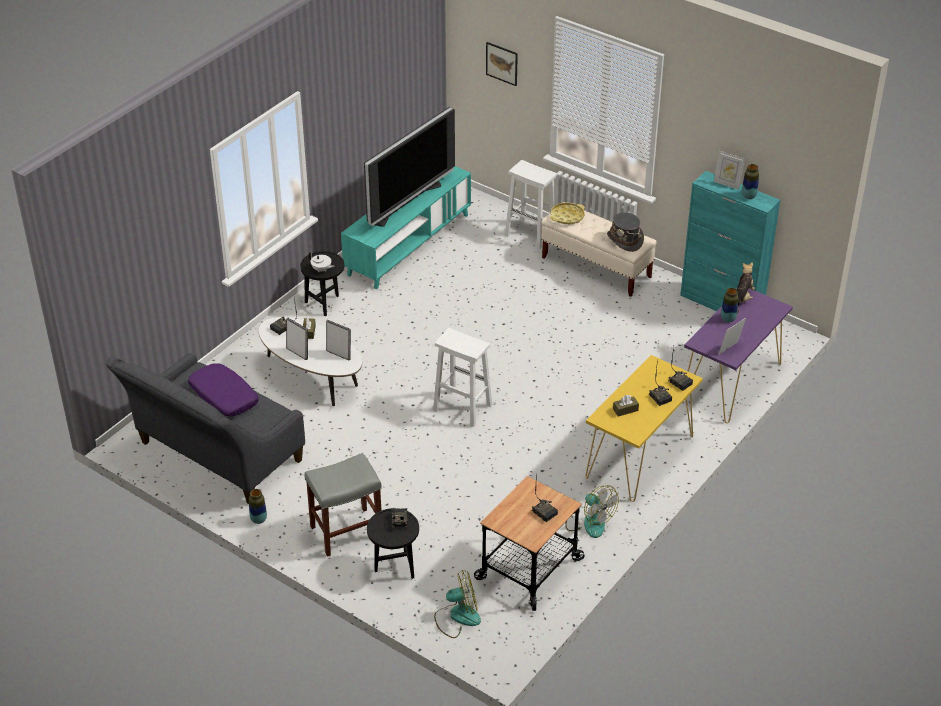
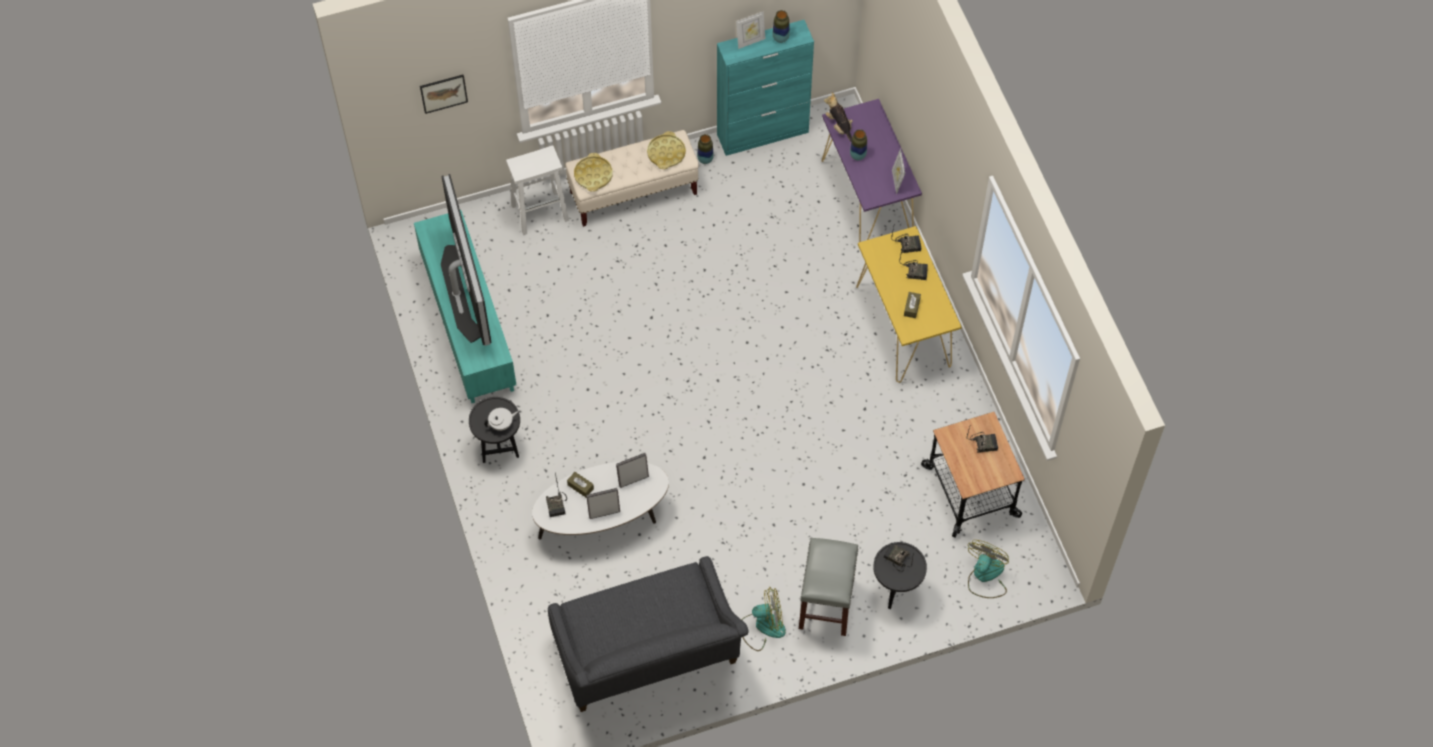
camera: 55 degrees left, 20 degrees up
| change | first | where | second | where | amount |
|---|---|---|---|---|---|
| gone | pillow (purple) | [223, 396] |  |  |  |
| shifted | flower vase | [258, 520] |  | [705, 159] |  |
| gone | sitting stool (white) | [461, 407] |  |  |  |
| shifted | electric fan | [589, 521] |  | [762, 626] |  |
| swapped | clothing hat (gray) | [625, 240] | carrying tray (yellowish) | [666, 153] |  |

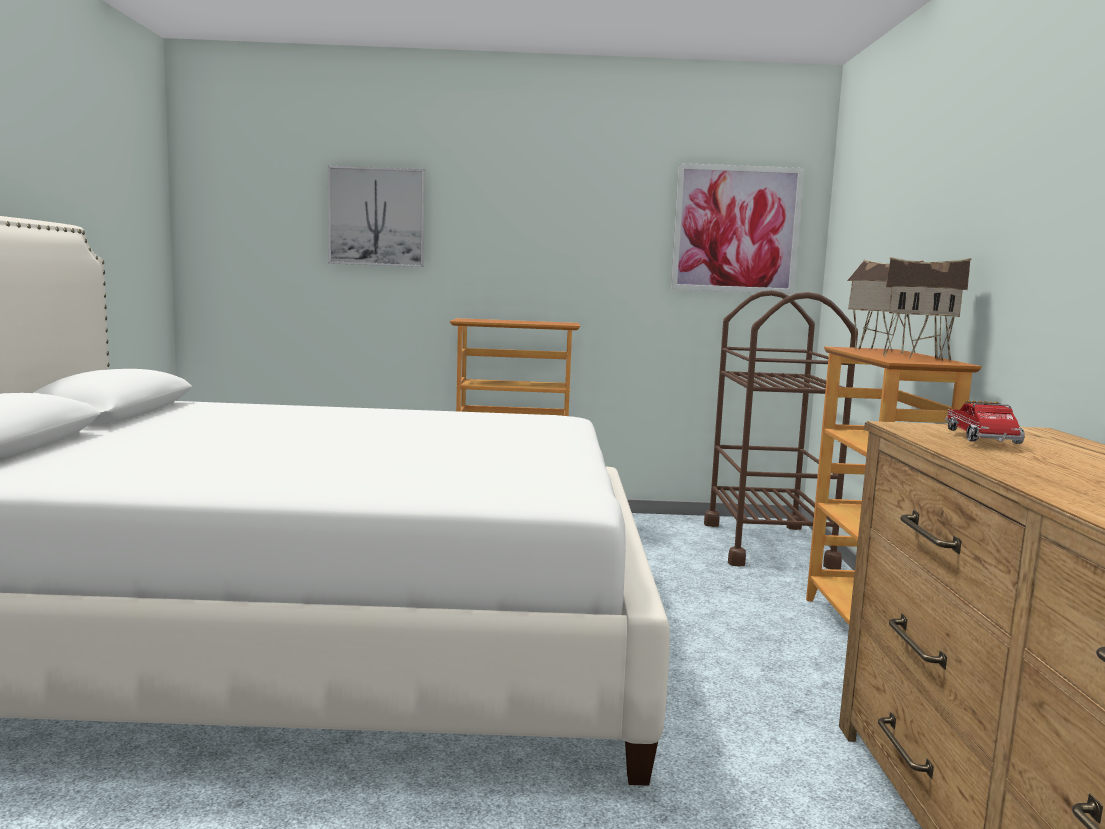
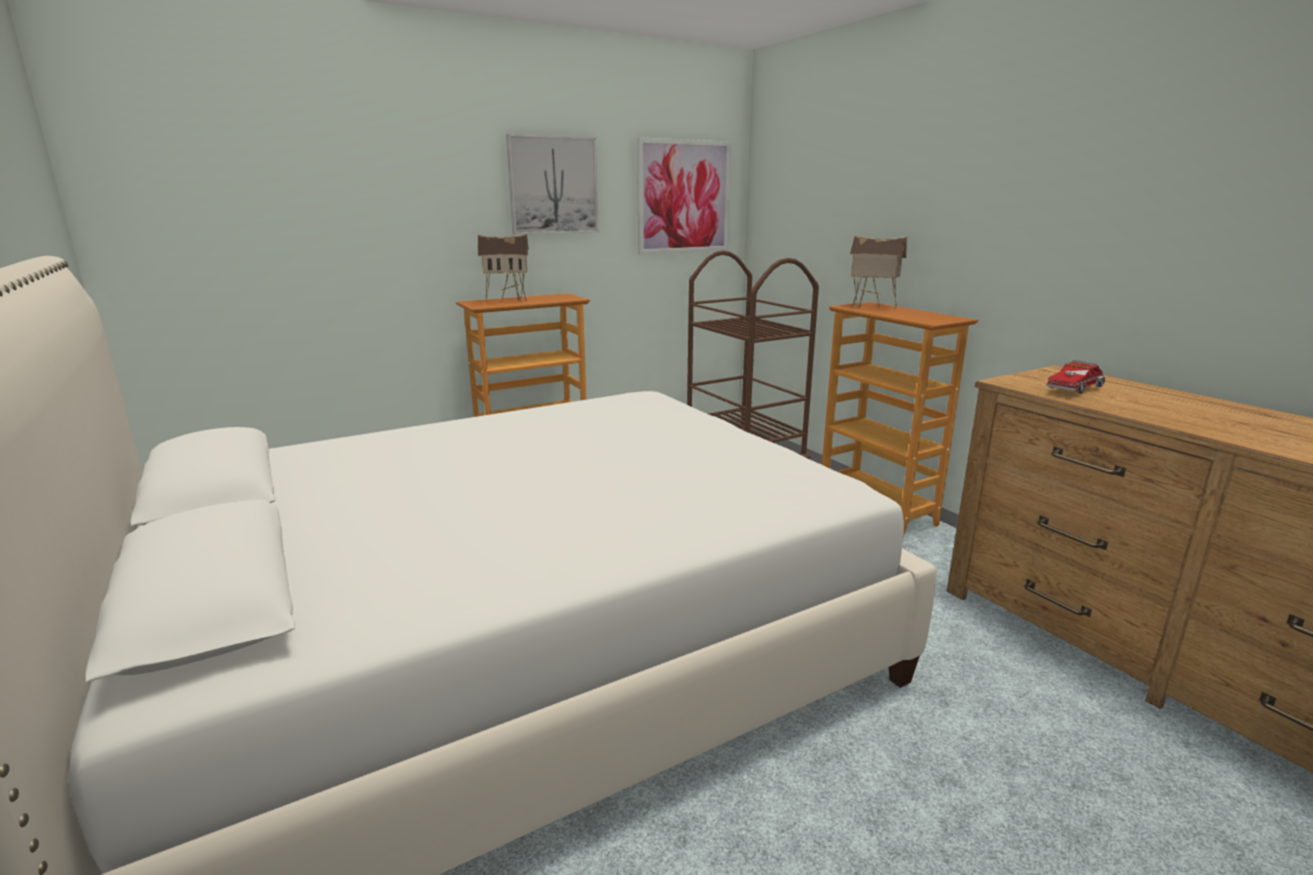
camera: 30 degrees left, 10 degrees up
| change | first | where | second | where | amount |
|---|---|---|---|---|---|
| shifted | wall picture | [377, 217] |  | [553, 185] |  |
| shifted | toy house | [918, 357] |  | [507, 300] |  |
| rotated | toy lorry | [982, 441] |  | [1074, 389] | 105 degrees counterclockwise |

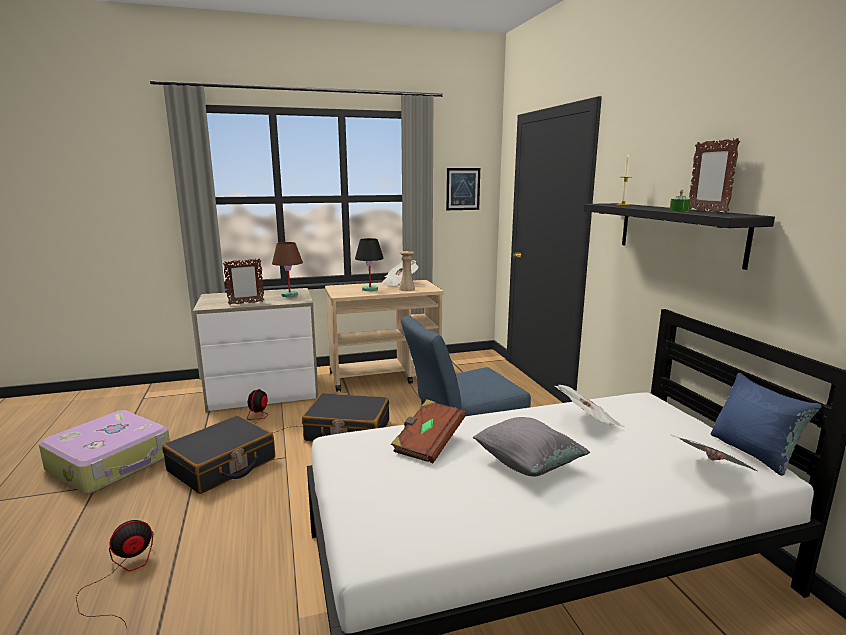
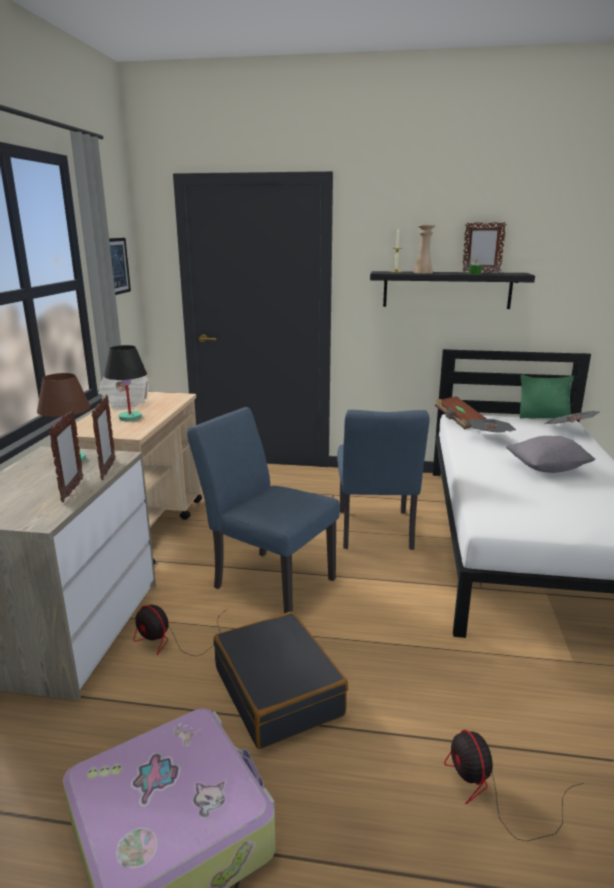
camera: 65 degrees left, 5 degrees up
| change | first | where | second | where | amount |
|---|---|---|---|---|---|
| swapped | travel case (blackish) | [347, 431] | chair (blue-coloured) | [267, 580] |  |
| shifted | book (brown-coloured) | [428, 444] |  | [458, 421] |  |
| shifted | flower vase (beige-coloured) | [407, 289] |  | [423, 272] |  |
| repainted | pillow (blue-coloured) | [753, 453] | pillow (green) | [543, 417] |  |
| new |  |  | picture frame | [108, 470] |  |

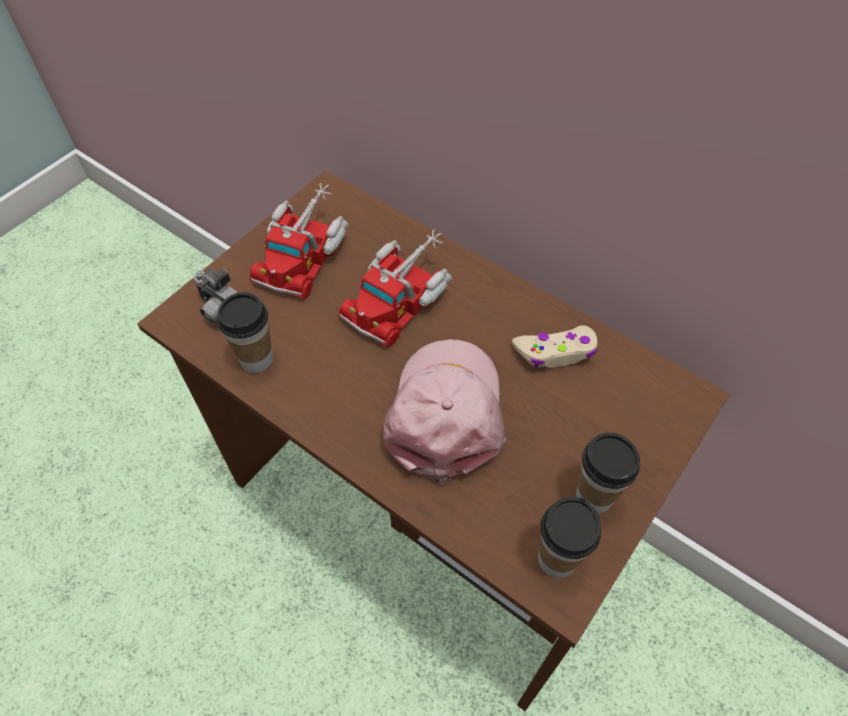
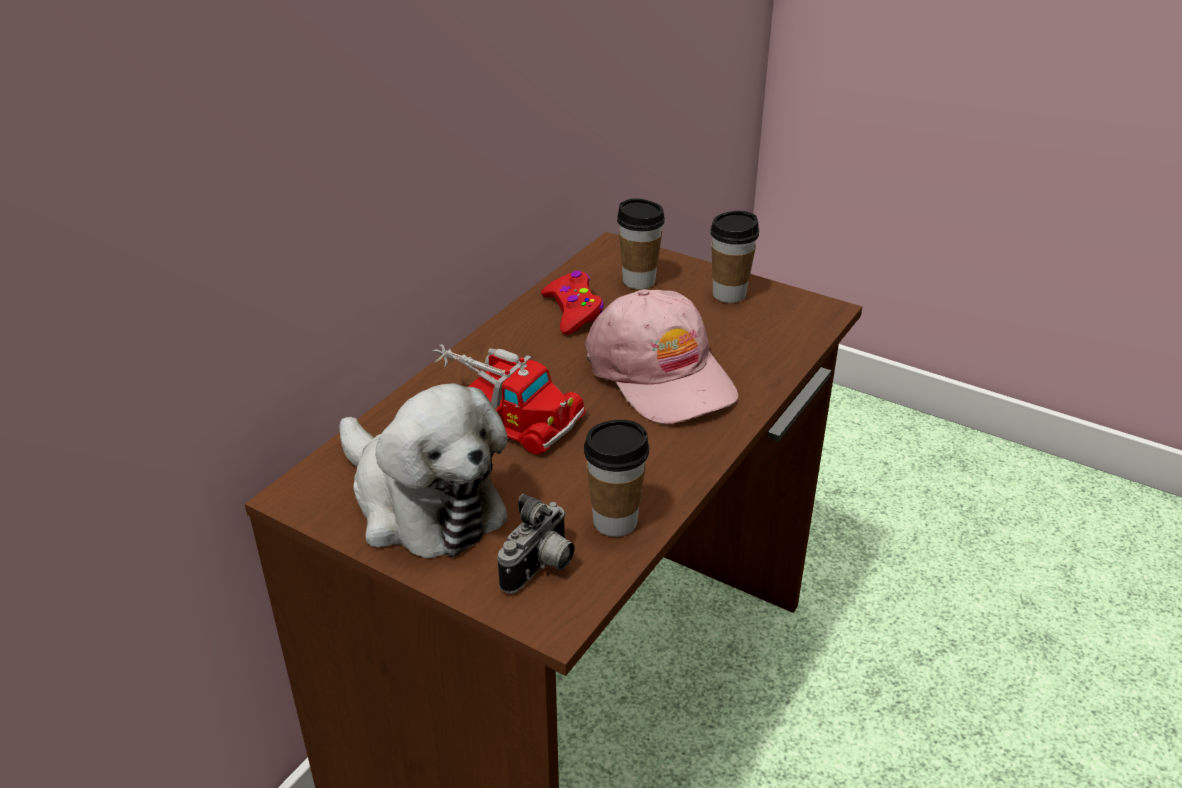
camera: 95 degrees left, 20 degrees down
| change | first | where | second | where | amount |
|---|---|---|---|---|---|
| swapped | toy lorry | [303, 252] | cuddly toy | [422, 503] |  |
| rotated | baseball cap (pink) | [446, 412] |  | [661, 374] | 120 degrees counterclockwise |
| repainted | gamepad (beige-coloured) | [556, 352] | gamepad (red-coloured) | [573, 311] |  |
| shifted | cup | [557, 559] |  | [639, 281] |  |

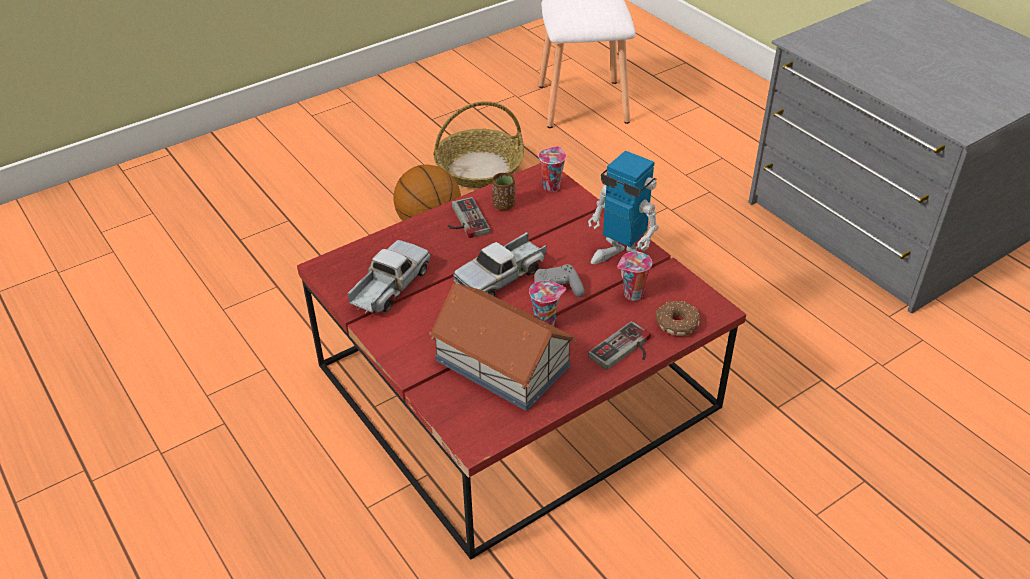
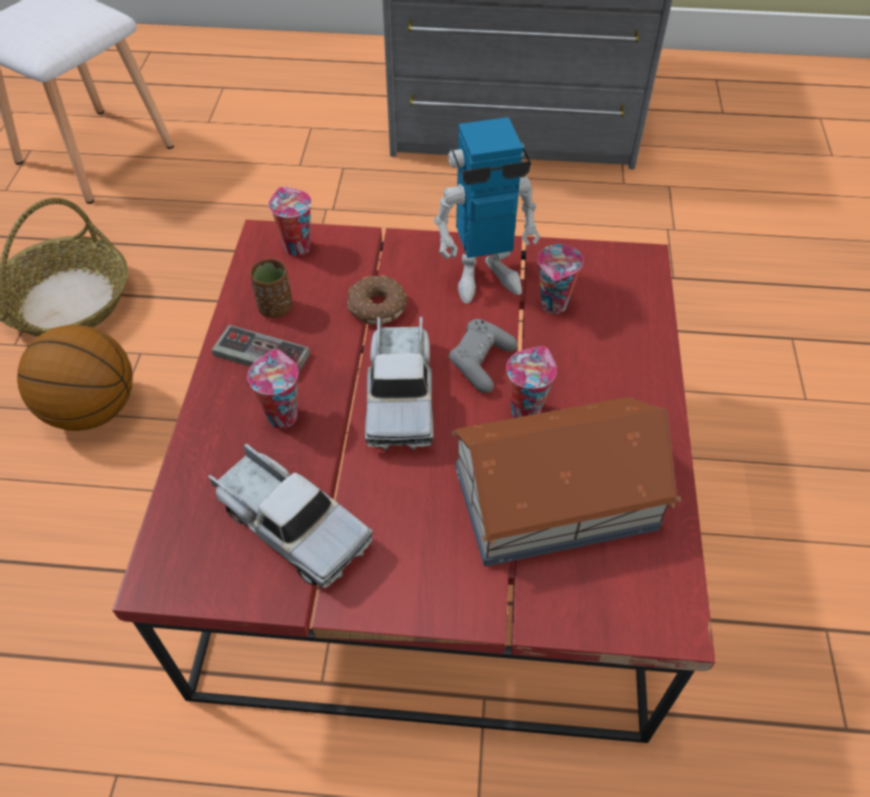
camera: 50 degrees left, 10 degrees up
| change | first | where | second | where | amount |
|---|---|---|---|---|---|
| rotated | toy lorry | [389, 287] |  | [290, 524] | 150 degrees clockwise |
| gone | gamepad | [625, 351] |  |  |  |
| shifted | ring doughnut | [676, 323] |  | [376, 307] |  |
| new |  |  | cup | [281, 415] |  |

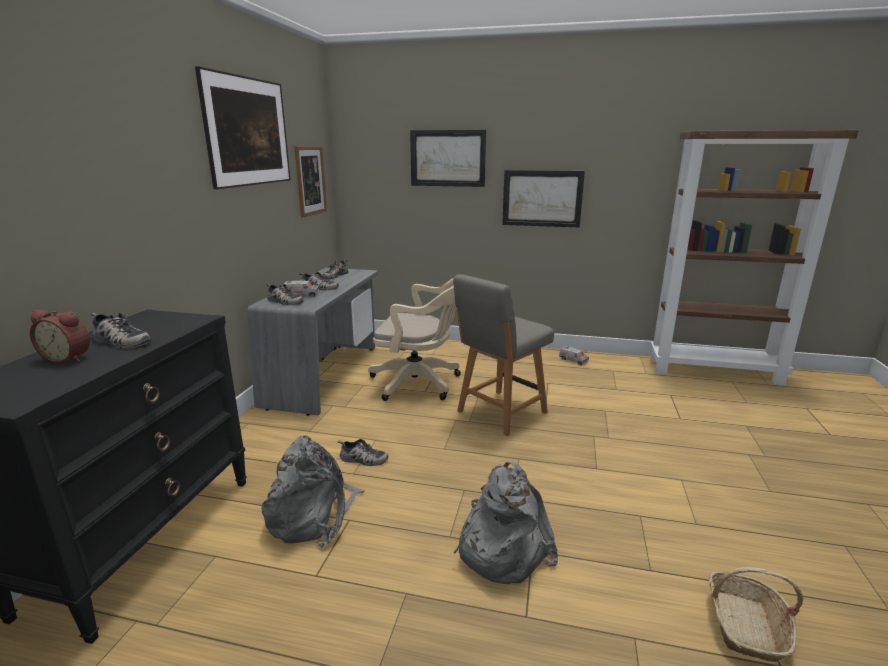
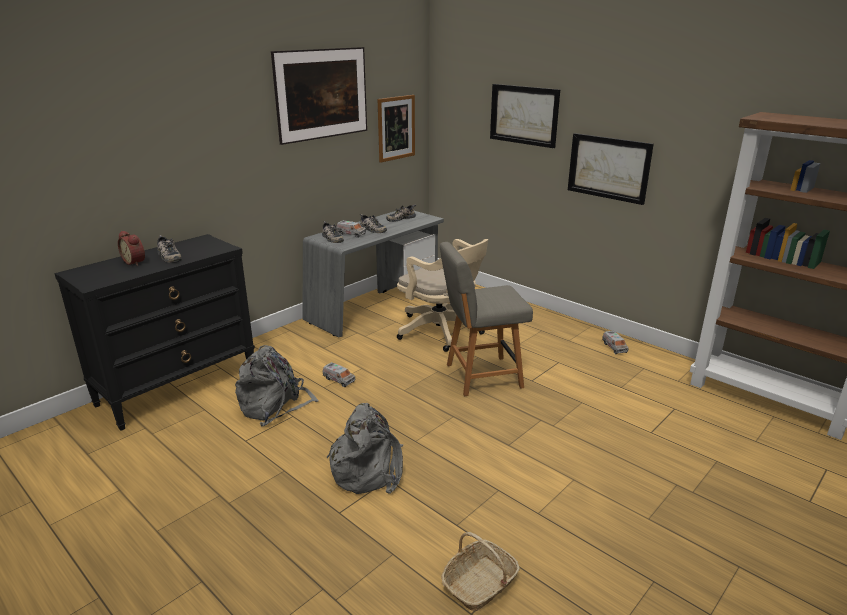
camera: 30 degrees right, 5 degrees up
| change | first | where | second | where | amount |
|---|---|---|---|---|---|
| swapped | item of footwear | [362, 459] | toy lorry | [339, 380] |  |

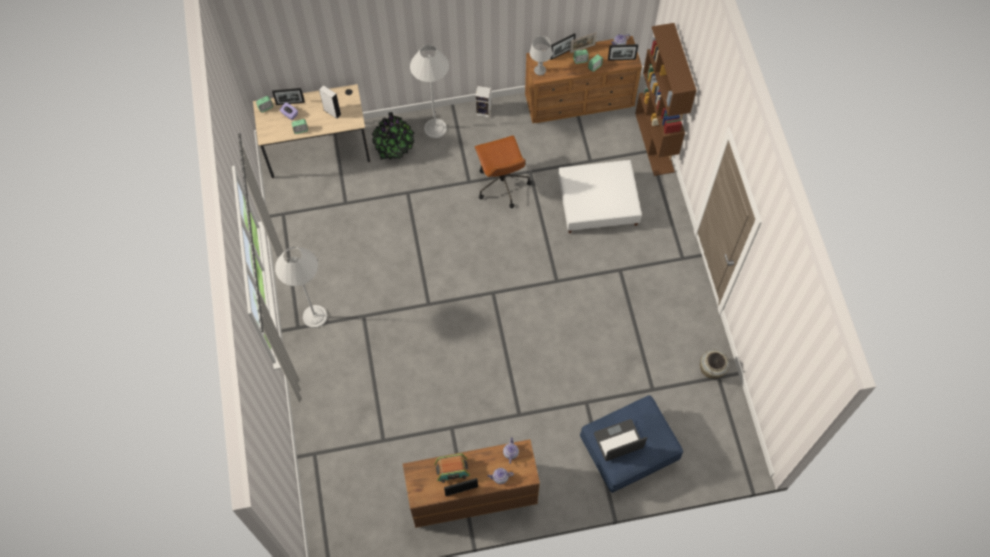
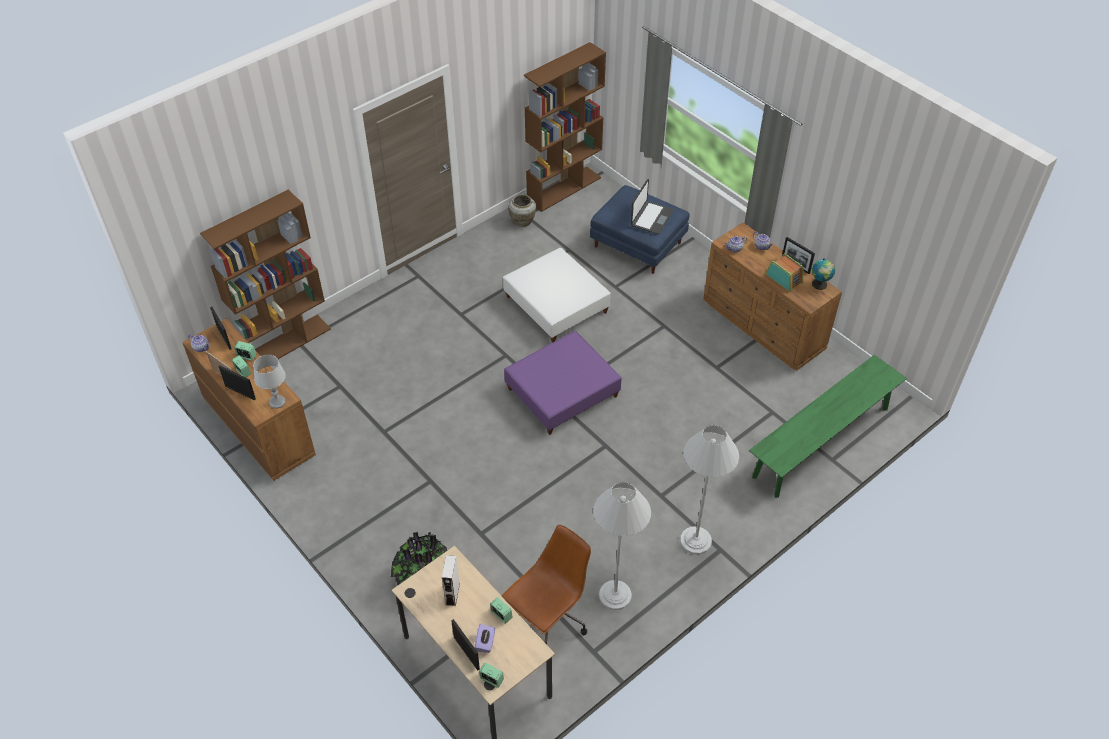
camera: 120 degrees left, 15 degrees down
| change | first | where | second | where | amount |
|---|---|---|---|---|---|
| shifted | standard lamp (white) | [435, 128] |  | [615, 595] |  |
| gone | loudspeaker | [484, 111] |  |  |  |
| shifted | computer chair (brown-coloured) | [502, 184] |  | [549, 619] |  |
| shifted | footrest (white) | [598, 203] |  | [556, 304] |  |
| rotated | laptop | [618, 441] |  | [651, 218] | 105 degrees counterclockwise |
| new |  |  | footrest (purple) | [562, 392] |  |
| new |  |  | bookshelf (brown-coloured) | [564, 188] |  |
| new |  |  | bench (green) | [821, 442] |  |
| new |  |  | desk globe | [820, 285] |  |

